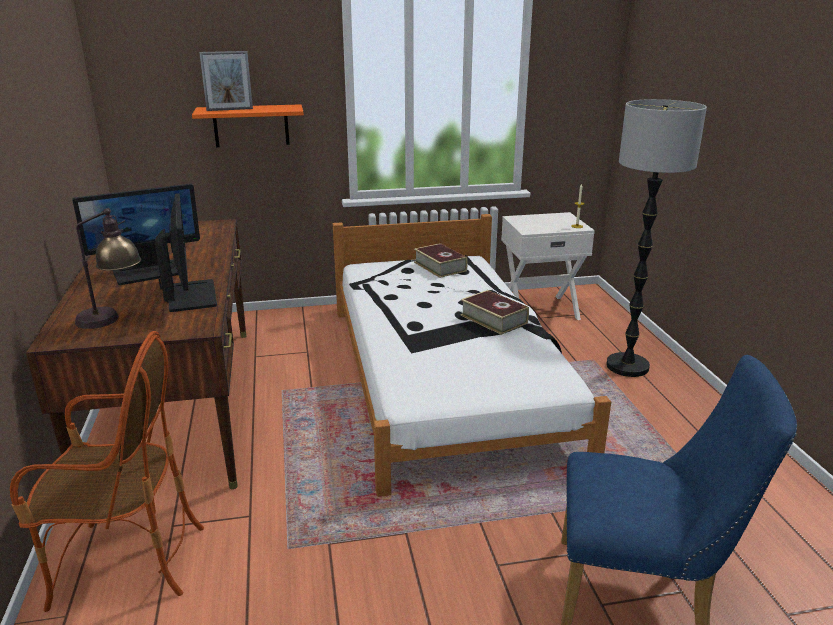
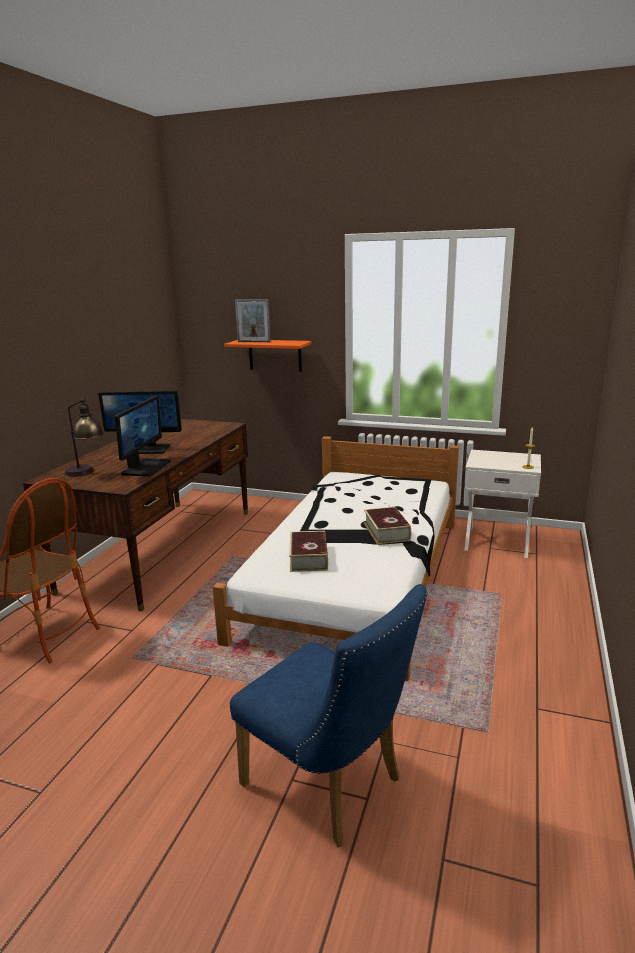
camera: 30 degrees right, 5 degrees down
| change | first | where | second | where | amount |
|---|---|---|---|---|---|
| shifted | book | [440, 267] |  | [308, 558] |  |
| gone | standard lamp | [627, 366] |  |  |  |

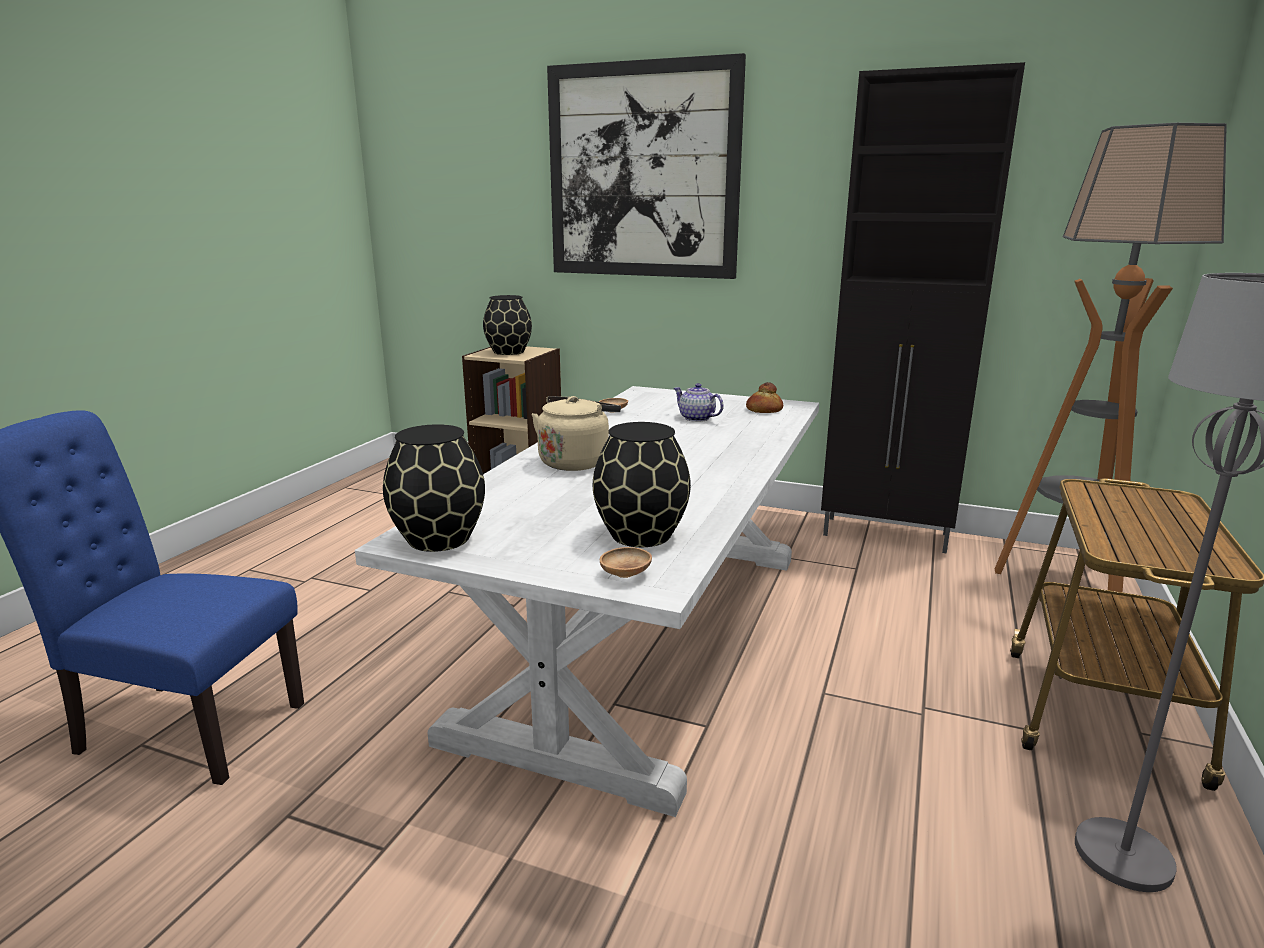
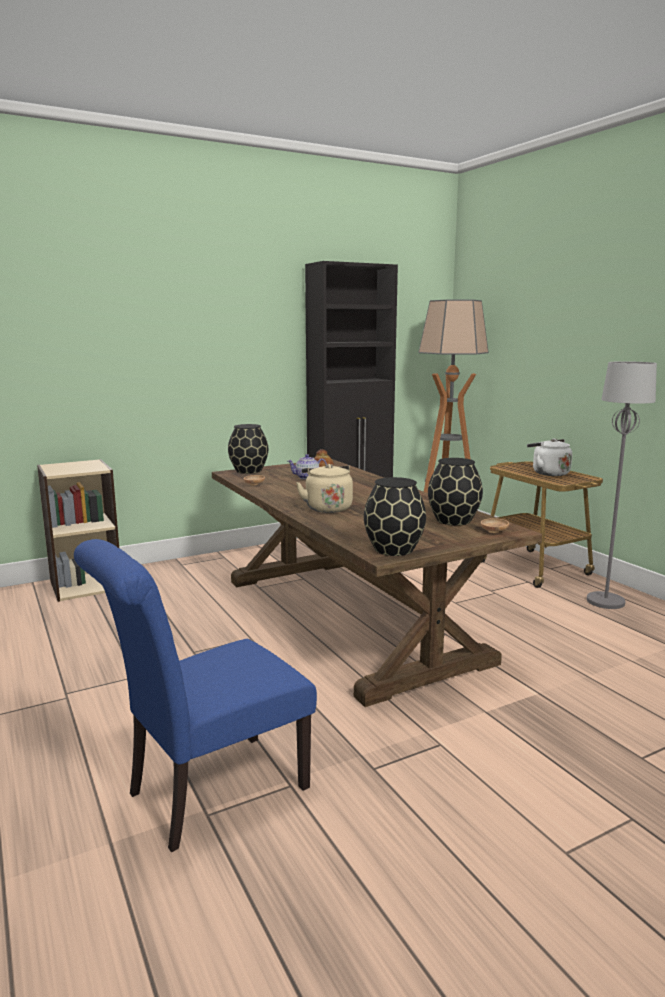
camera: 50 degrees left, 5 degrees down
| change | first | where | second | where | amount |
|---|---|---|---|---|---|
| repainted | dining table (white) | [647, 636] | dining table (brown-coloured) | [348, 618] |  |
| shifted | flower vase (blackish) | [508, 352] |  | [249, 471] |  |
| gone | wall picture | [643, 172] |  |  |  |
| new |  |  | kettle (white) | [548, 473] |  |

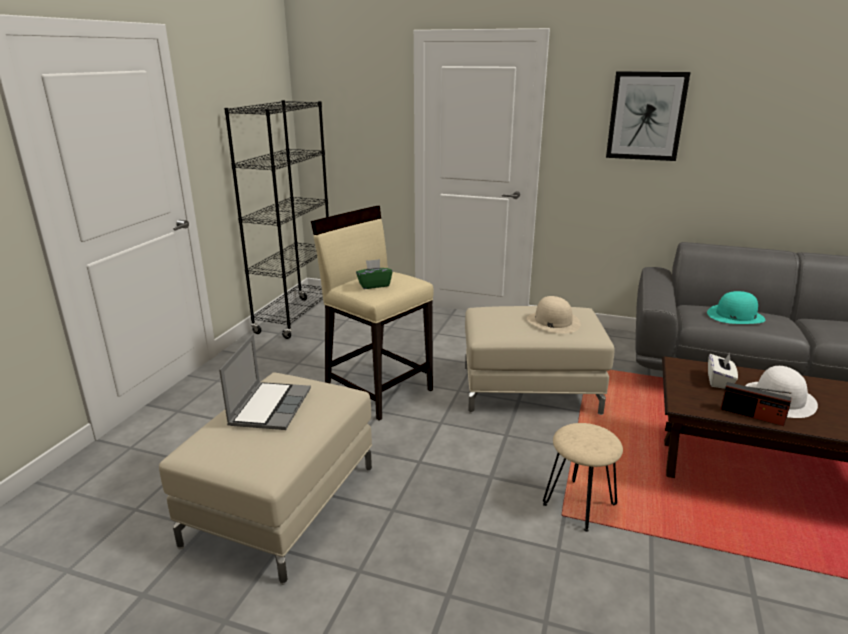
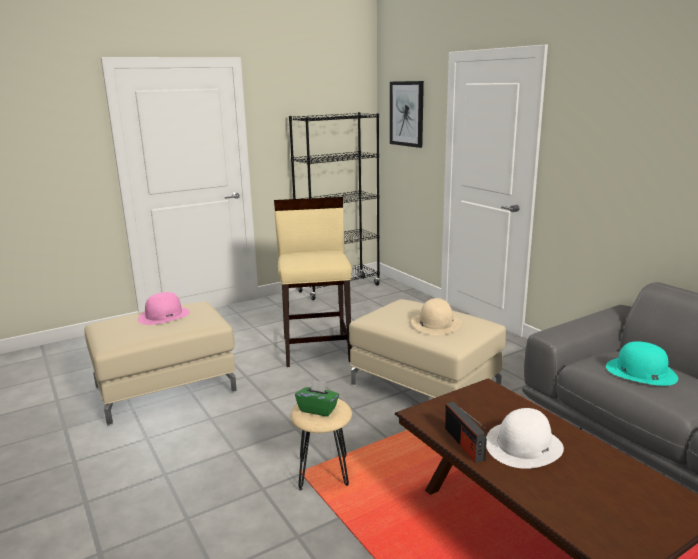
camera: 40 degrees right, 5 degrees down
| change | first | where | second | where | amount |
|---|---|---|---|---|---|
| swapped | laptop | [270, 407] | clothing hat (pink) | [164, 315] |  |
| shifted | tissue holder (green) | [374, 285] |  | [318, 409] |  |
| shifted | wall picture | [646, 116] |  | [407, 114] |  |
| gone | tissue holder (white) | [719, 381] |  |  |  |

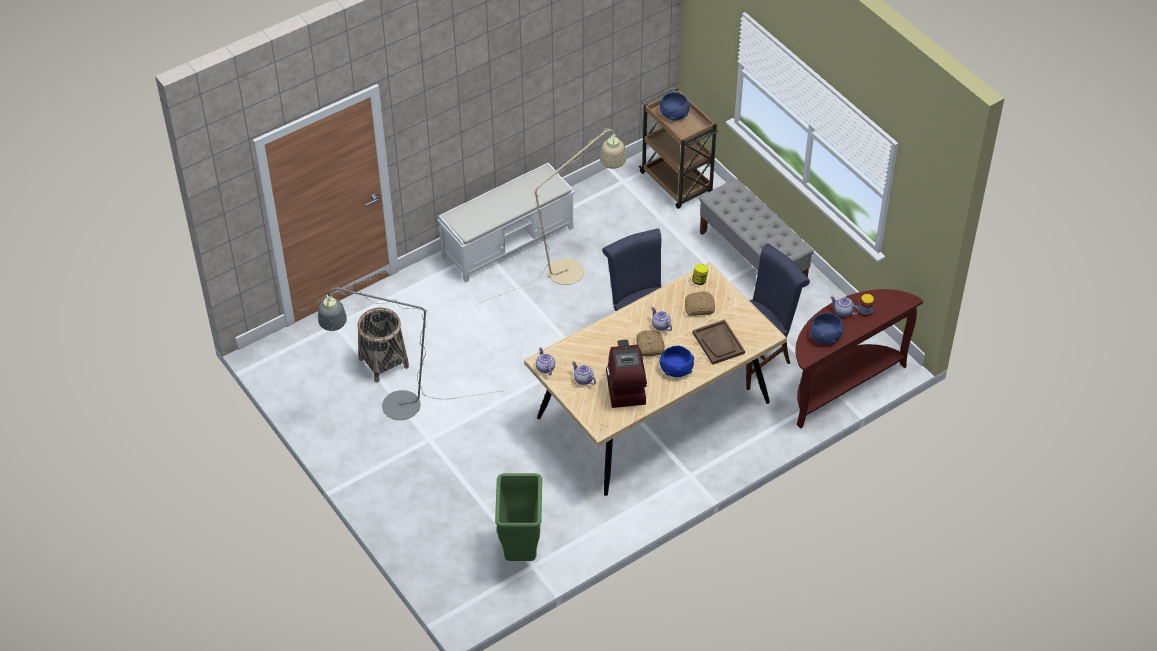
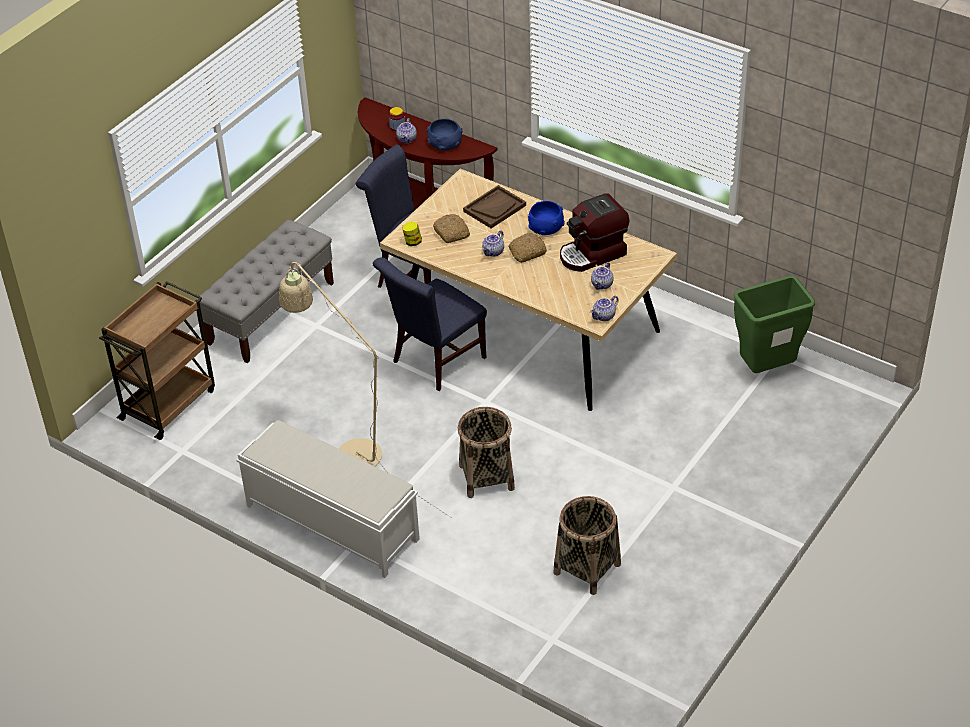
camera: 110 degrees left, 5 degrees down
| change | first | where | second | where | amount |
|---|---|---|---|---|---|
| gone | standard lamp (gray) | [390, 407] |  |  |  |
| gone | deep dish (blue-coloured) | [674, 113] |  |  |  |
| new |  |  | household basket | [486, 477] |  |

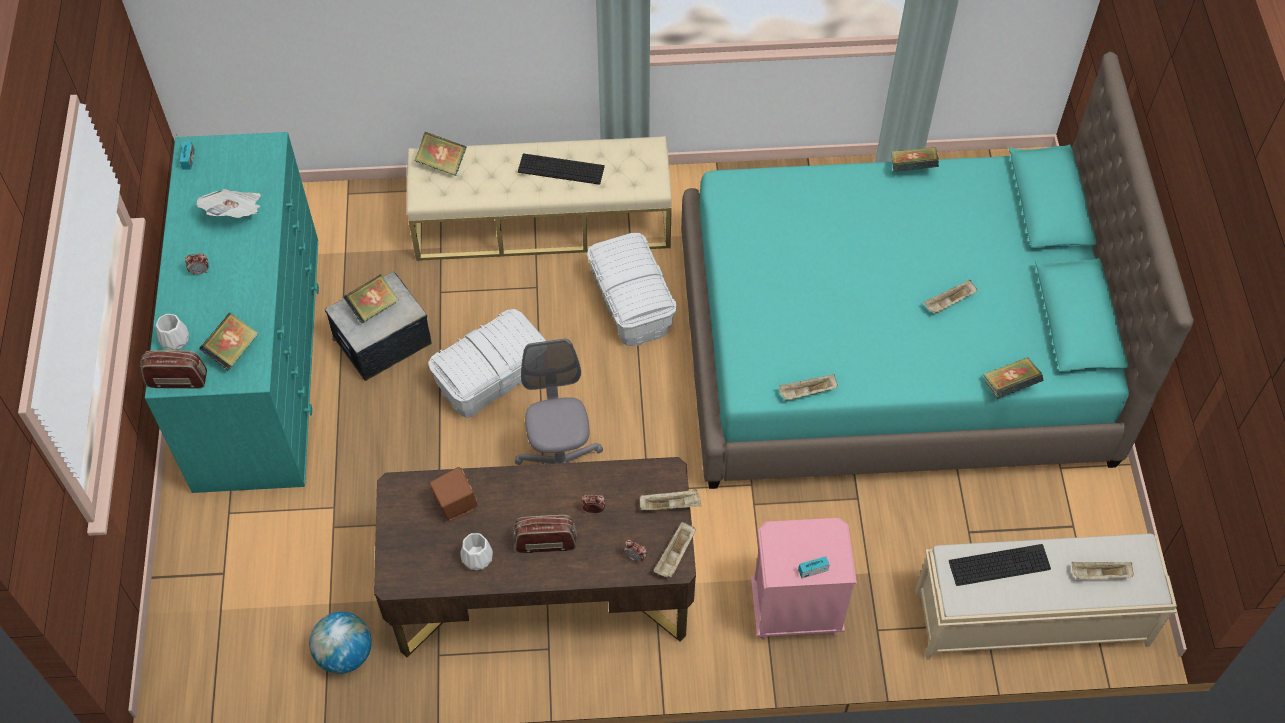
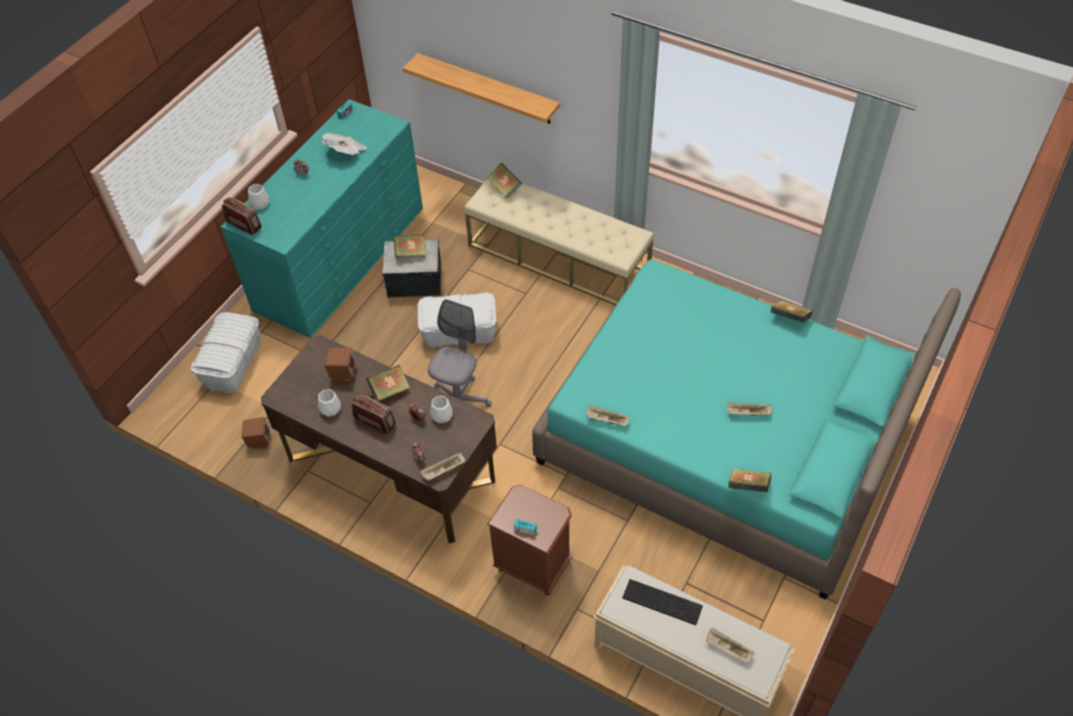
camera: 35 degrees right, 5 degrees down
| change | first | where | second | where | amount |
|---|---|---|---|---|---|
| shifted | book | [233, 350] |  | [389, 390] |  |
| swapped | desk globe | [345, 654] | loudspeaker (brown-coloured) | [259, 441] |  |
| gone | PC keyboard | [561, 169] |  |  |  |
| shifted | storage bin (white) | [631, 303] |  | [232, 363] |  |
| gone | carrying tray (beige-coloured) | [670, 505] |  |  |  |
| repainted | bedside table (pink) | [794, 611] | bedside table (brown-coloured) | [533, 566] |  |
| new |  |  | shelf | [488, 89] |  |
| new |  |  | flower vase (white) | [442, 416] |  |

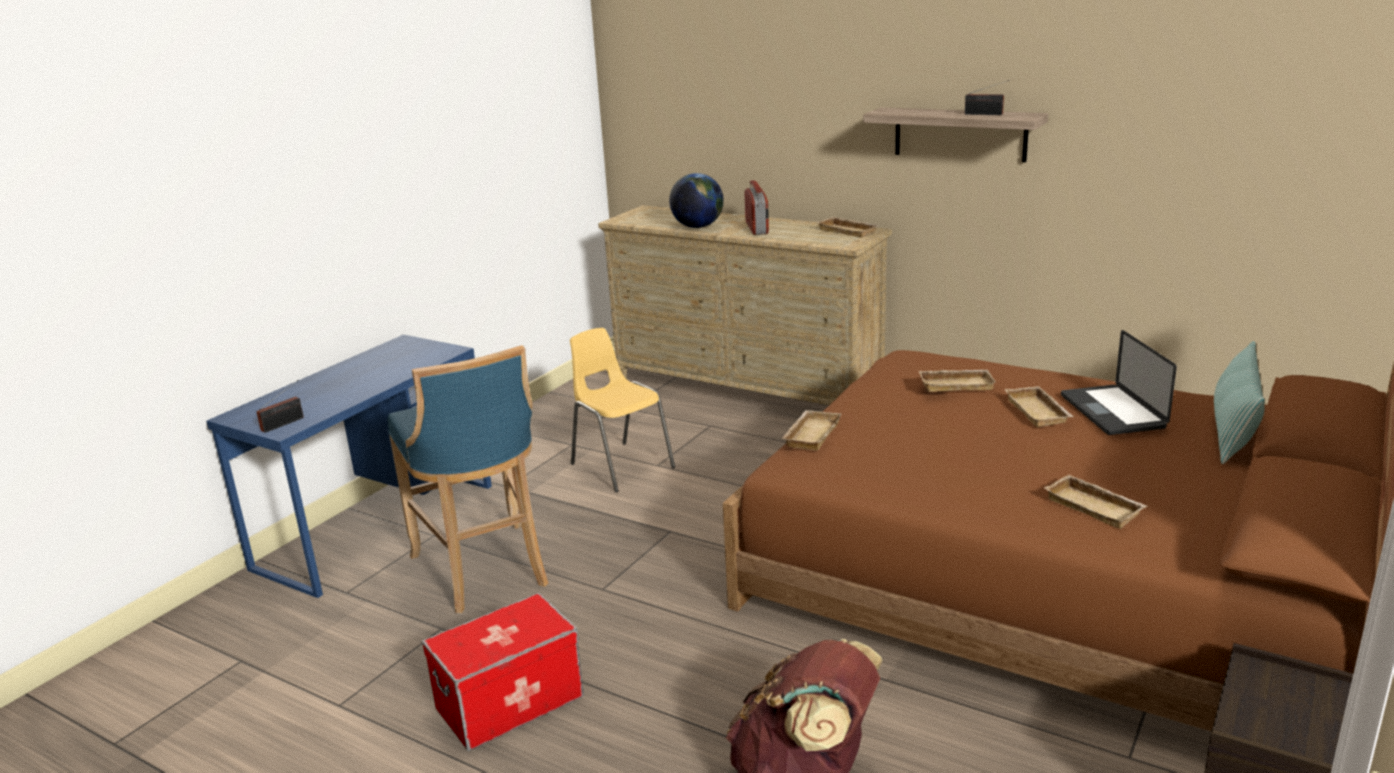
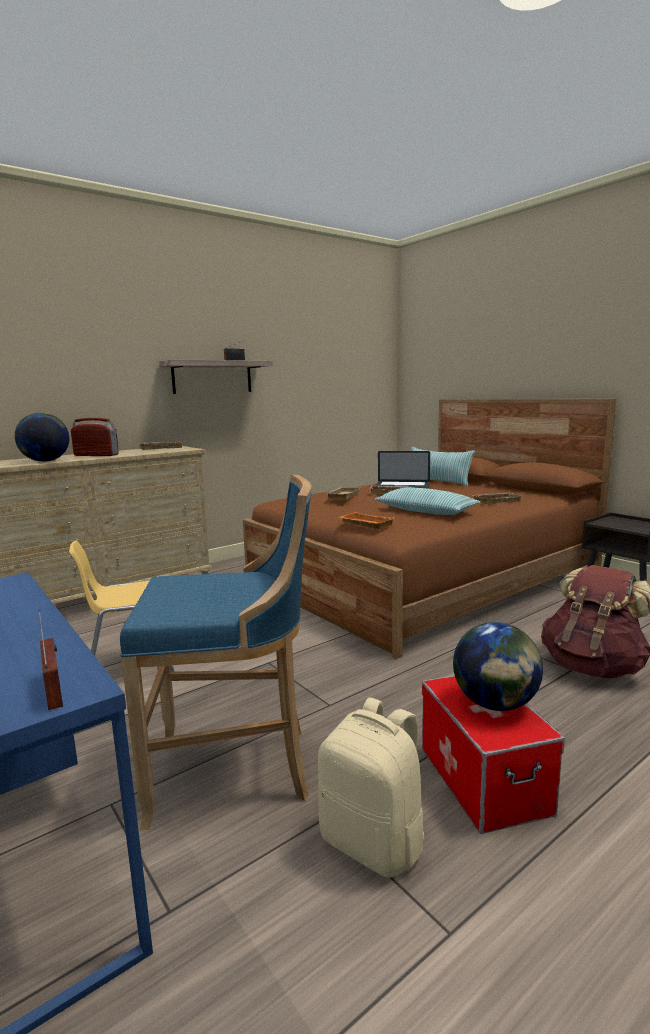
camera: 70 degrees left, 10 degrees down
| change | first | where | second | where | amount |
|---|---|---|---|---|---|
| repainted | carrying tray (beige-coloured) | [810, 434] | carrying tray (orange) | [365, 524] |  |
| new |  |  | backpack (beige-coloured) | [374, 842] |  |
| new |  |  | pillow | [425, 511] |  |
| new |  |  | desk globe | [495, 704] |  |

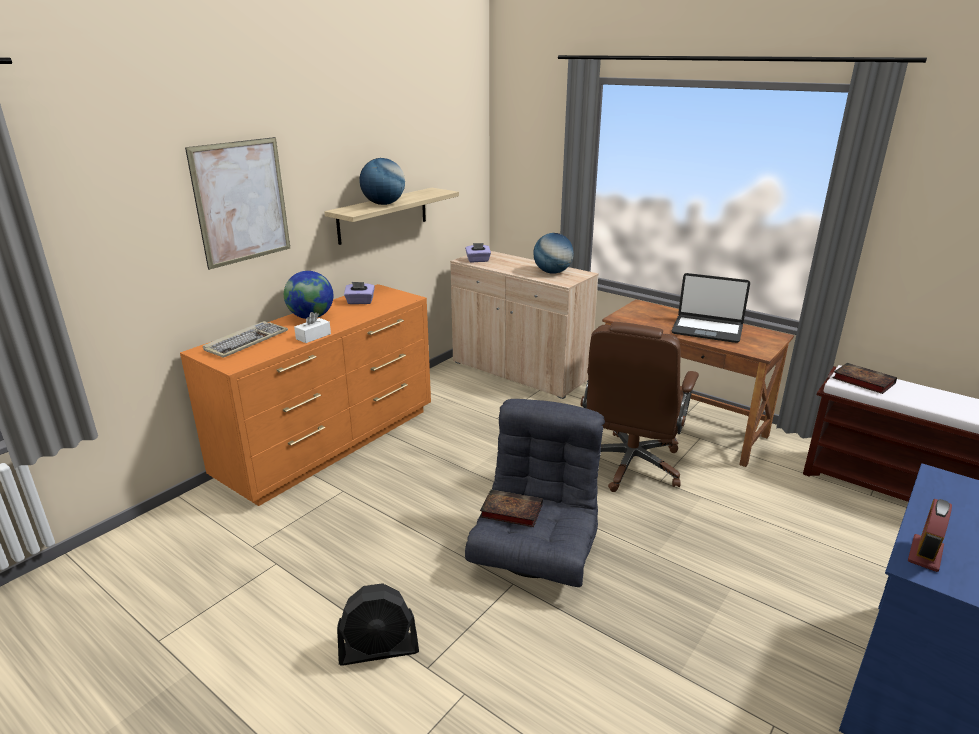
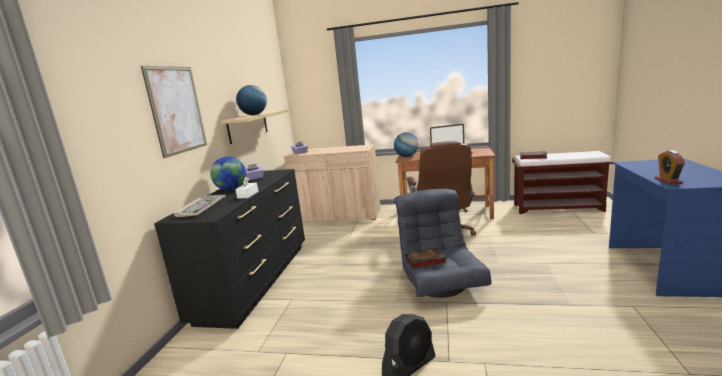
camera: 25 degrees left, 10 degrees down
| change | first | where | second | where | amount |
|---|---|---|---|---|---|
| repainted | drawer chest (orange) | [331, 443] | drawer chest (blackish) | [256, 280] |  |
| shifted | desk globe | [552, 272] |  | [406, 156] |  |

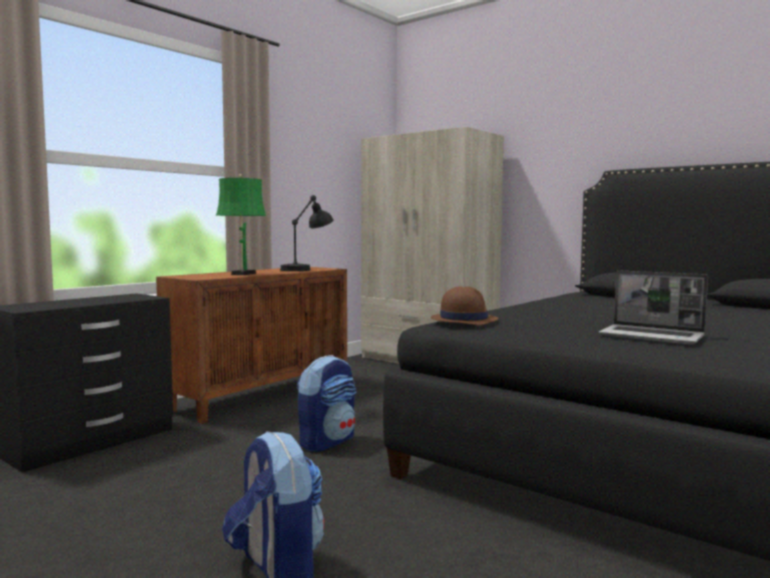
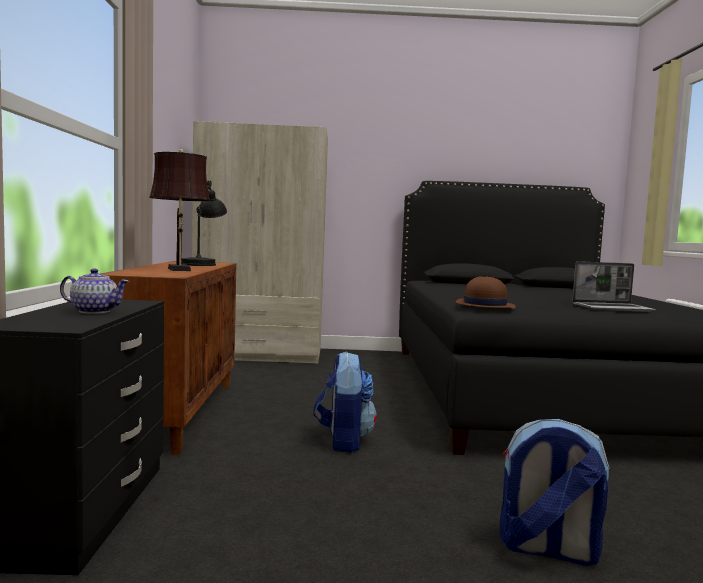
camera: 40 degrees left, 0 degrees up
| change | first | where | second | where | amount |
|---|---|---|---|---|---|
| repainted | lamp for a table (green) | [242, 274] | lamp for a table (brown-coloured) | [179, 270] |  |
| new |  |  | teapot | [94, 311] |  |

